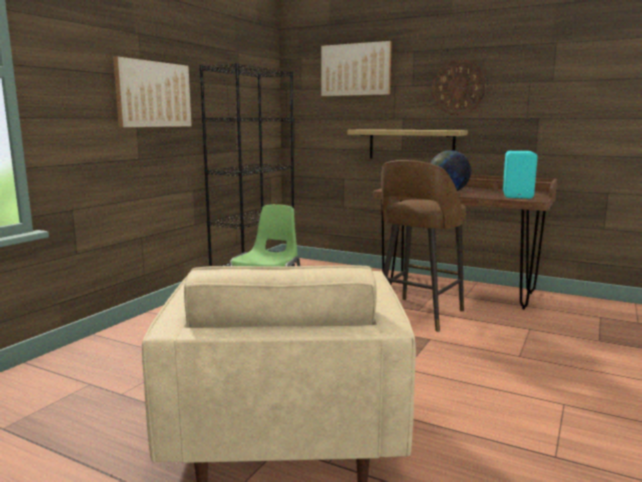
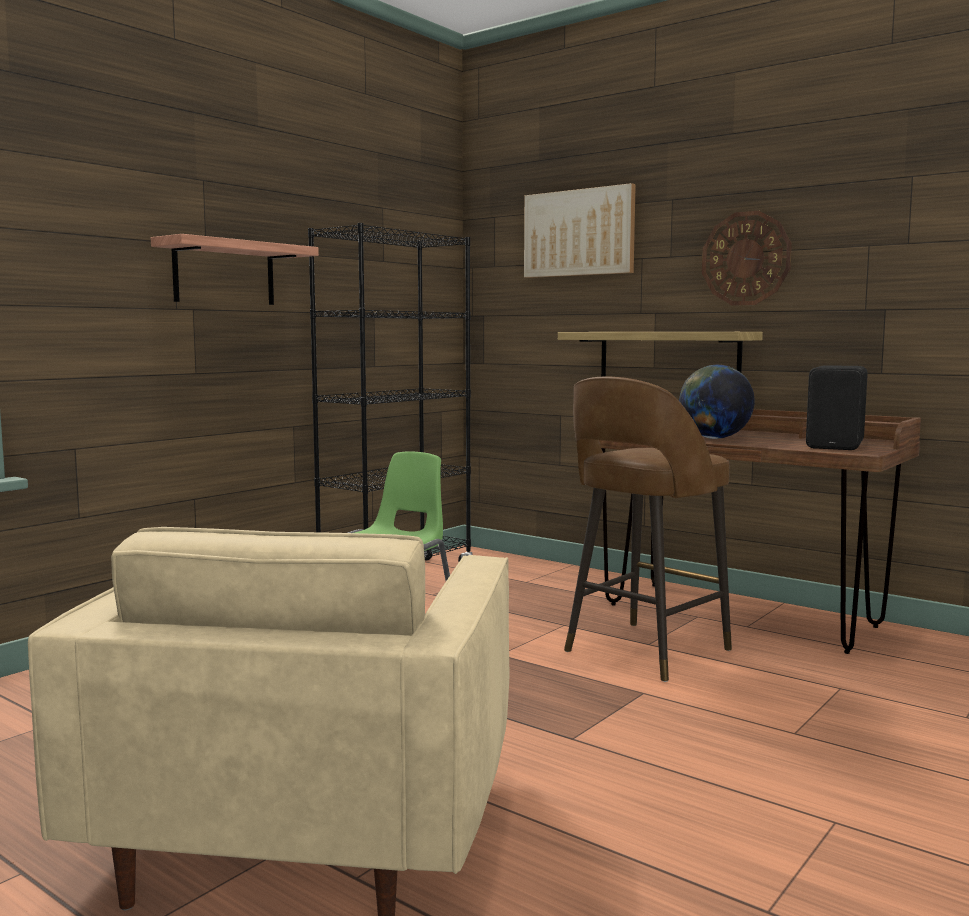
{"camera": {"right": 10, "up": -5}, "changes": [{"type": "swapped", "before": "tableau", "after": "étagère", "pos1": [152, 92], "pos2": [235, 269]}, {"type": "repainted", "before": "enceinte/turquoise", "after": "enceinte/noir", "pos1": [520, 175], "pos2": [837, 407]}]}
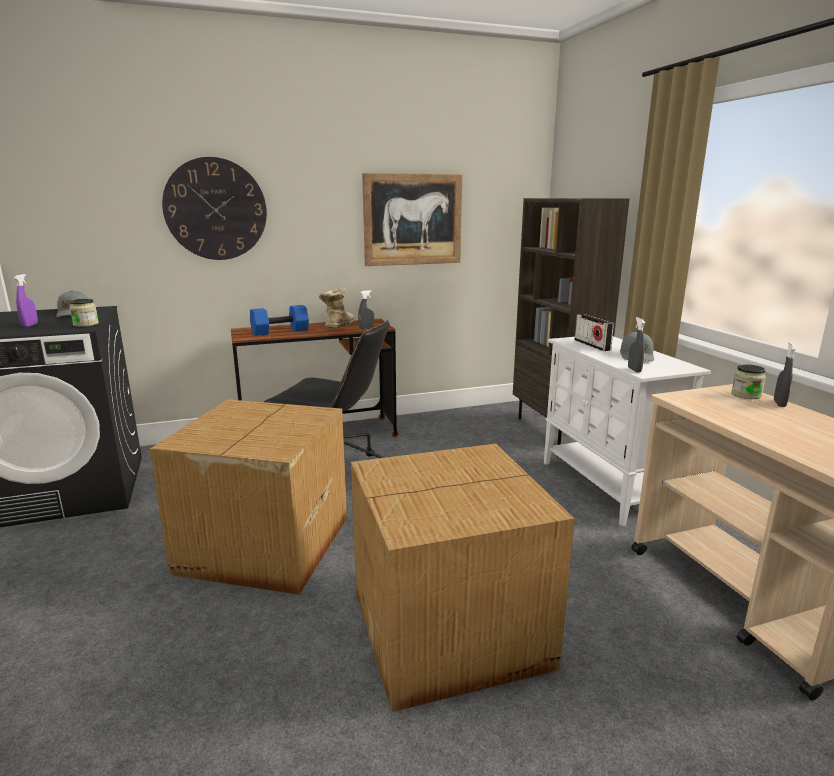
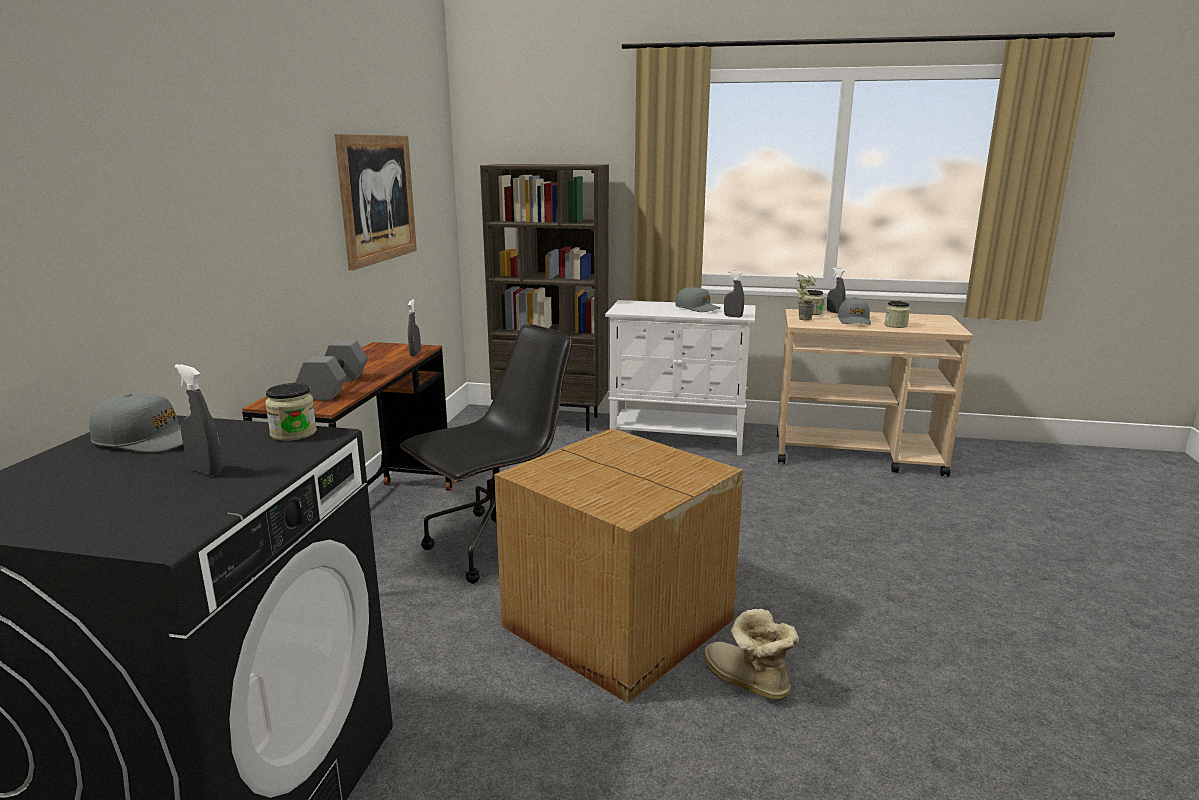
{"camera": {"right": -60, "up": 0}, "changes": [{"type": "gone", "before": "horloge murale", "pos1": [214, 208]}, {"type": "repainted", "before": "vaporisateur/violet", "after": "vaporisateur/gris", "pos1": [26, 300], "pos2": [198, 420]}, {"type": "shifted", "before": "botte", "pos1": [337, 308], "pos2": [751, 655]}, {"type": "repainted", "before": "haltère/bleu", "after": "haltère/gris", "pos1": [279, 320], "pos2": [332, 370]}, {"type": "gone", "before": "radio", "pos1": [594, 332]}, {"type": "gone", "before": "carton", "pos1": [463, 578]}, {"type": "new", "after": "plante en pot", "pos2": [806, 296]}, {"type": "new", "after": "casquette/gris", "pos2": [854, 311]}, {"type": "new", "after": "bocal", "pos2": [897, 314]}]}
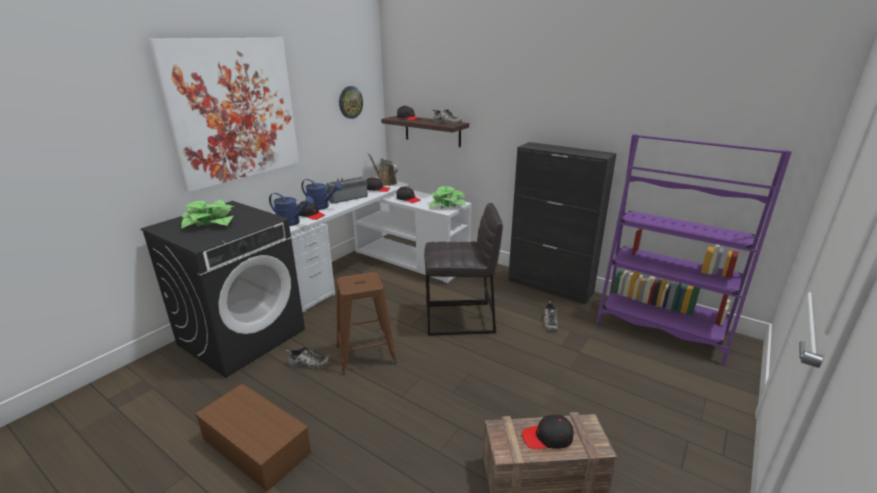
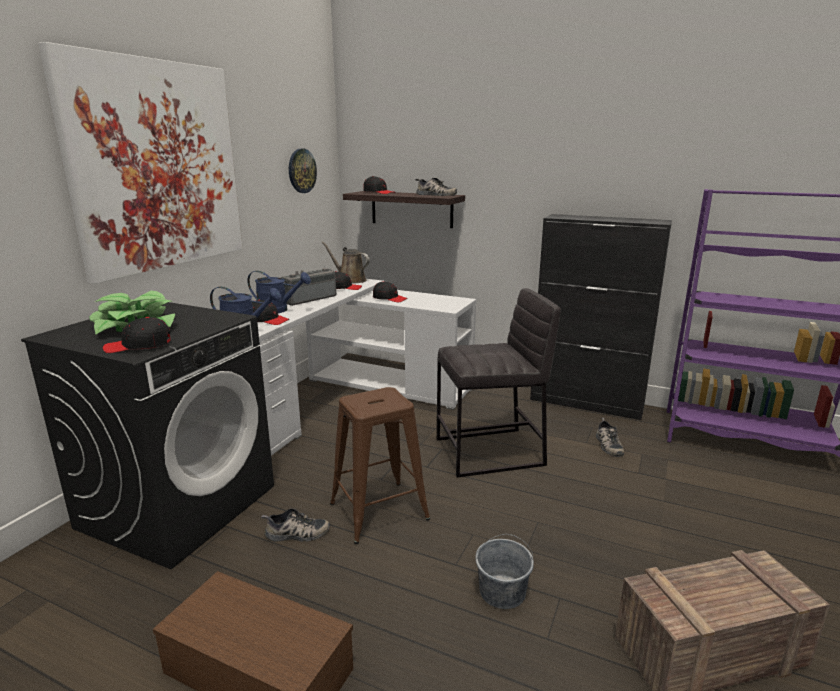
{"camera": {"right": -10, "up": -5}, "changes": [{"type": "gone", "before": "plante en pot", "pos1": [447, 197]}, {"type": "shifted", "before": "casquette/noir", "pos1": [548, 431], "pos2": [137, 335]}, {"type": "new", "after": "seau/gris", "pos2": [504, 571]}]}
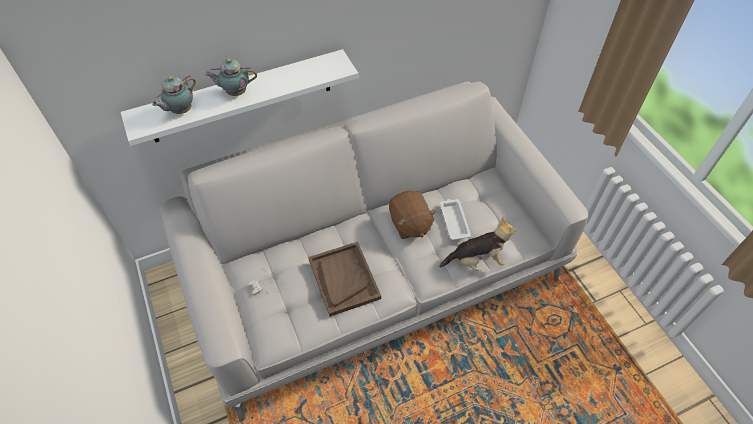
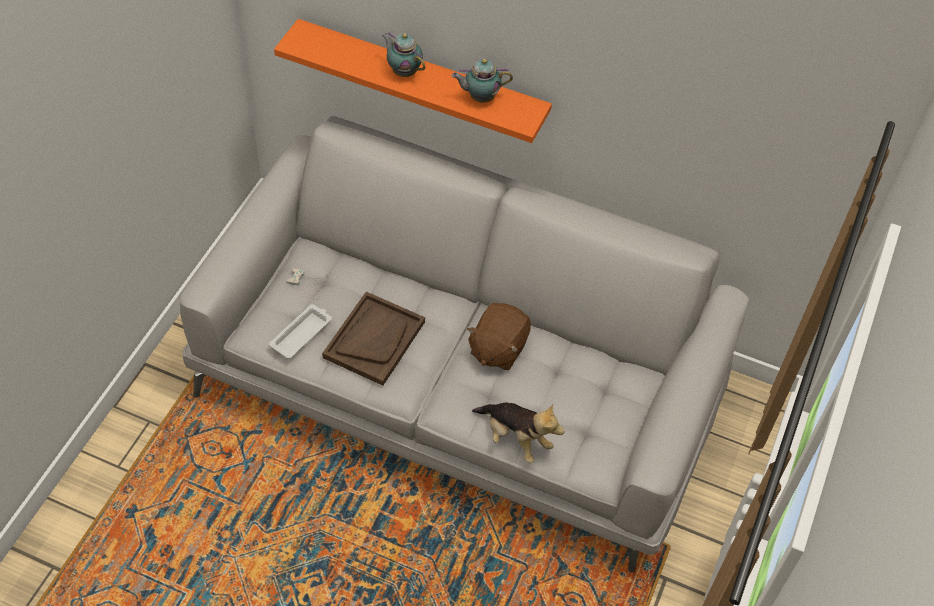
{"camera": {"right": 45, "up": 0}, "changes": [{"type": "repainted", "before": "étagère/blanc", "after": "étagère/orange", "pos1": [239, 97], "pos2": [413, 81]}, {"type": "shifted", "before": "théière", "pos1": [174, 94], "pos2": [482, 81]}, {"type": "shifted", "before": "plateau/blanc", "pos1": [455, 219], "pos2": [300, 331]}]}
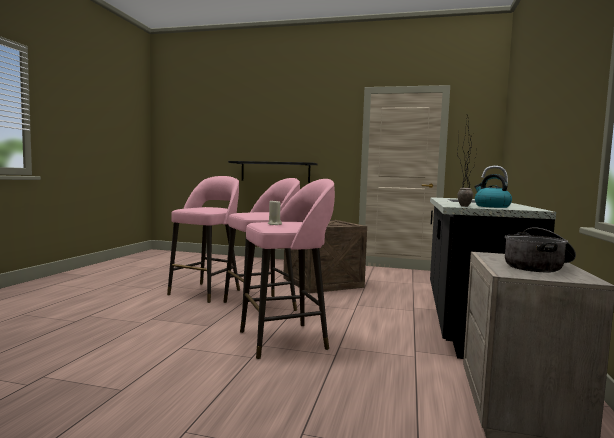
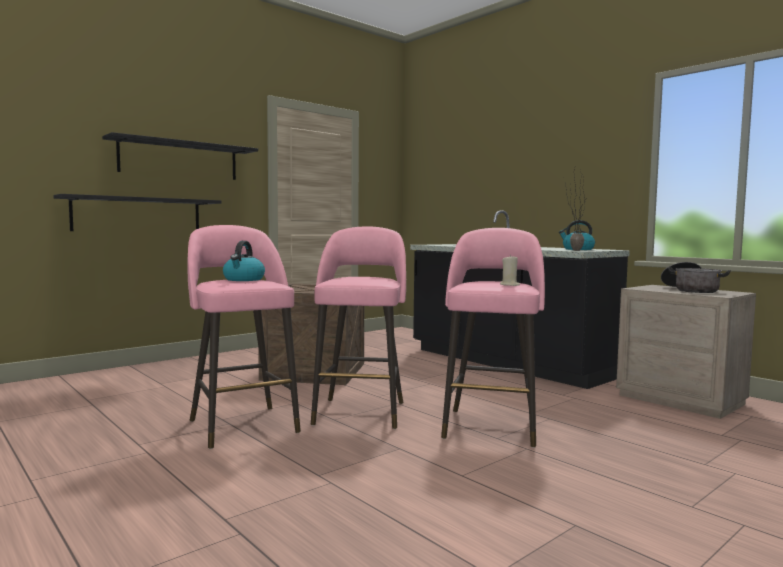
{"camera": {"right": -55, "up": 0}, "changes": [{"type": "new", "after": "étagère/noir", "pos2": [180, 156]}, {"type": "new", "after": "bouilloire", "pos2": [244, 261]}]}
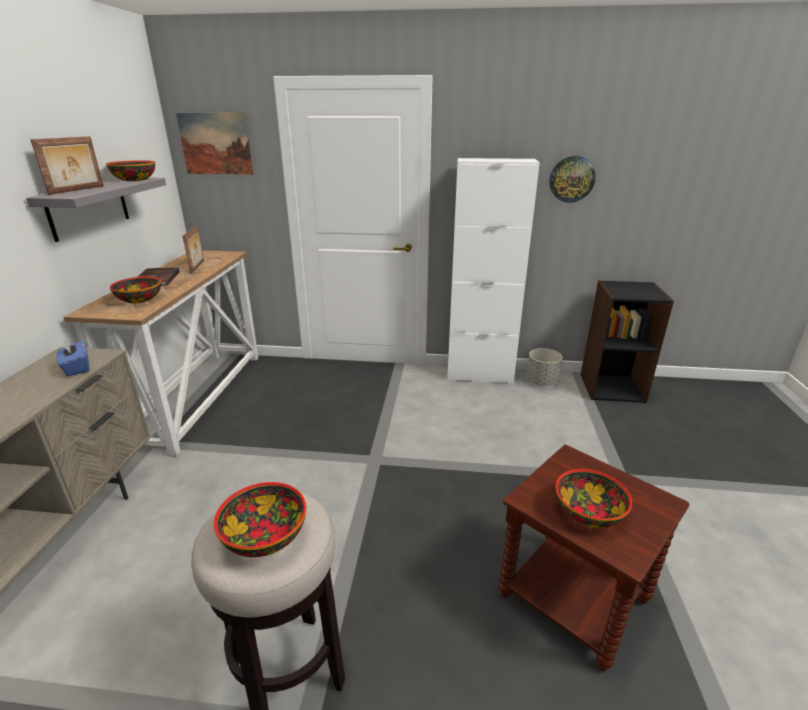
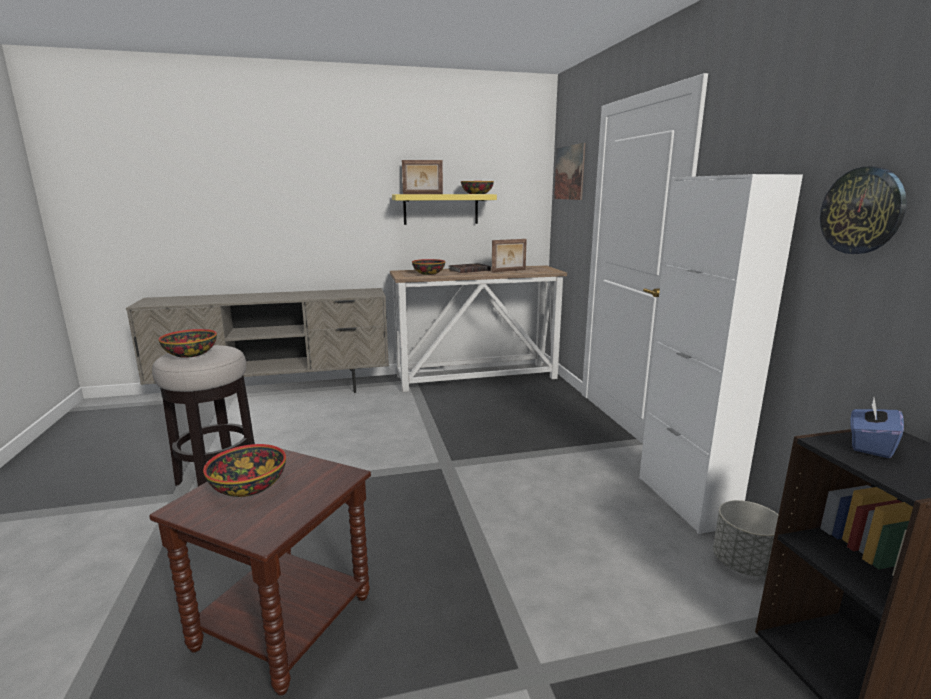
{"camera": {"right": 70, "up": -10}, "changes": [{"type": "repainted", "before": "étagère/gris", "after": "étagère/jaune", "pos1": [96, 210], "pos2": [444, 209]}, {"type": "shifted", "before": "boîte à mouchoirs/bleu", "pos1": [73, 357], "pos2": [877, 428]}]}
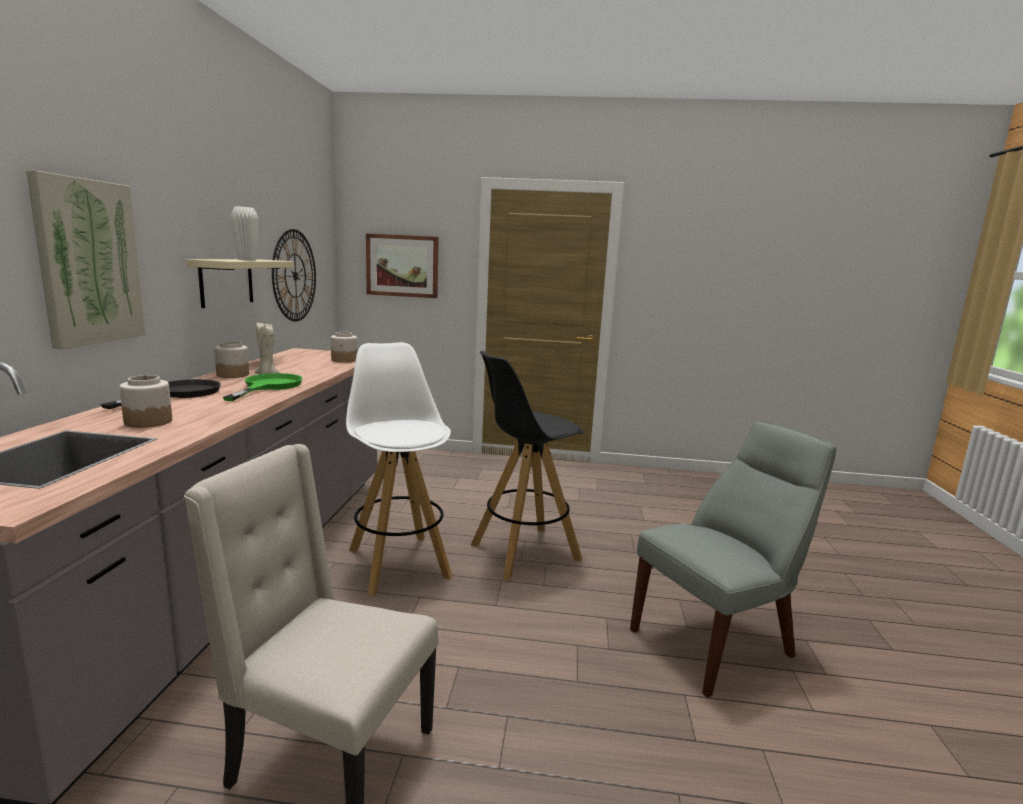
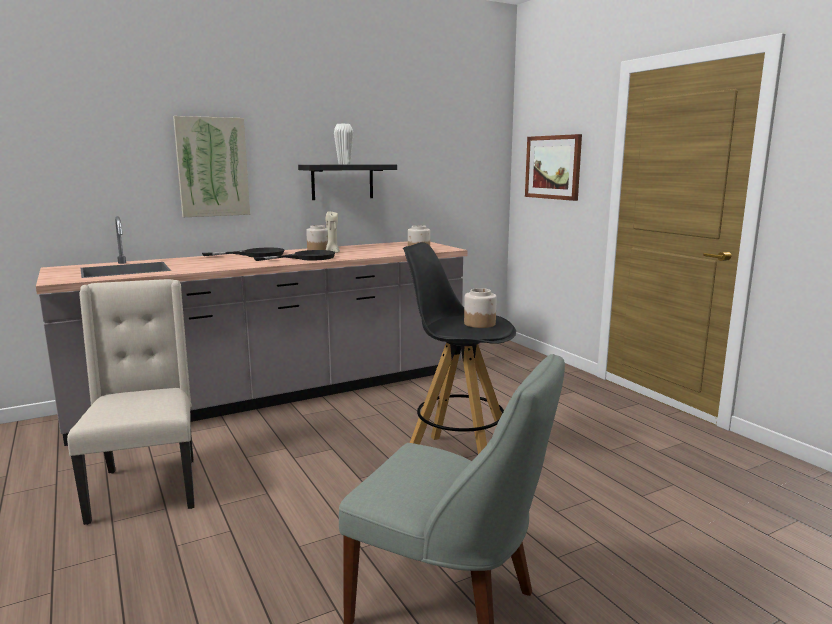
{"camera": {"right": 55, "up": 0}, "changes": [{"type": "gone", "before": "horloge murale", "pos1": [294, 275]}, {"type": "repainted", "before": "étagère/beige", "after": "étagère/noir", "pos1": [240, 283], "pos2": [347, 182]}, {"type": "gone", "before": "tabouret/blanc", "pos1": [399, 469]}, {"type": "repainted", "before": "poêle/vert", "after": "poêle/noir", "pos1": [262, 387], "pos2": [294, 255]}, {"type": "shifted", "before": "bocal", "pos1": [145, 401], "pos2": [480, 308]}]}
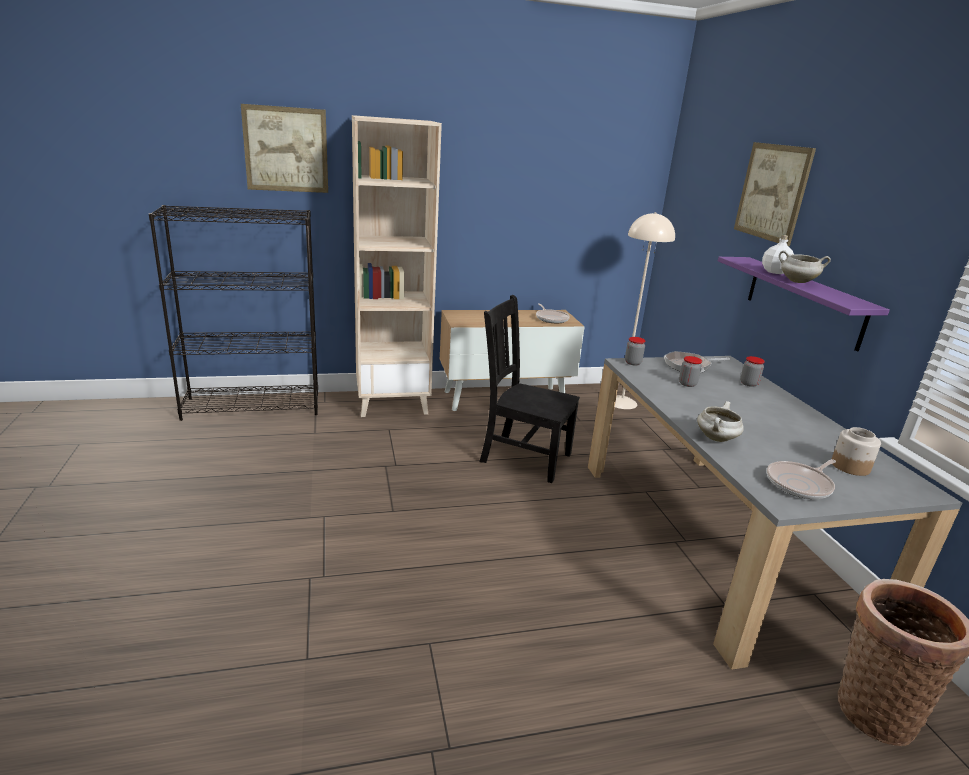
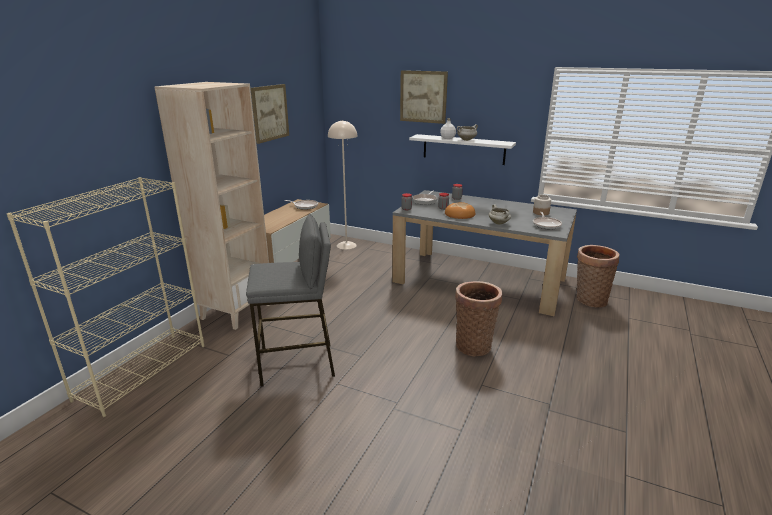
{"camera": {"right": -50, "up": 0}, "changes": [{"type": "shifted", "before": "tableau", "pos1": [284, 148], "pos2": [270, 114]}, {"type": "repainted", "before": "bibliothèque/noir", "after": "bibliothèque/beige", "pos1": [233, 313], "pos2": [105, 297]}, {"type": "repainted", "before": "étagère/violet", "after": "étagère/blanc", "pos1": [804, 304], "pos2": [462, 149]}, {"type": "gone", "before": "chaise/noir", "pos1": [529, 389]}, {"type": "new", "after": "pain", "pos2": [460, 210]}, {"type": "new", "after": "tabouret/gris", "pos2": [290, 300]}, {"type": "new", "after": "panier", "pos2": [478, 318]}]}
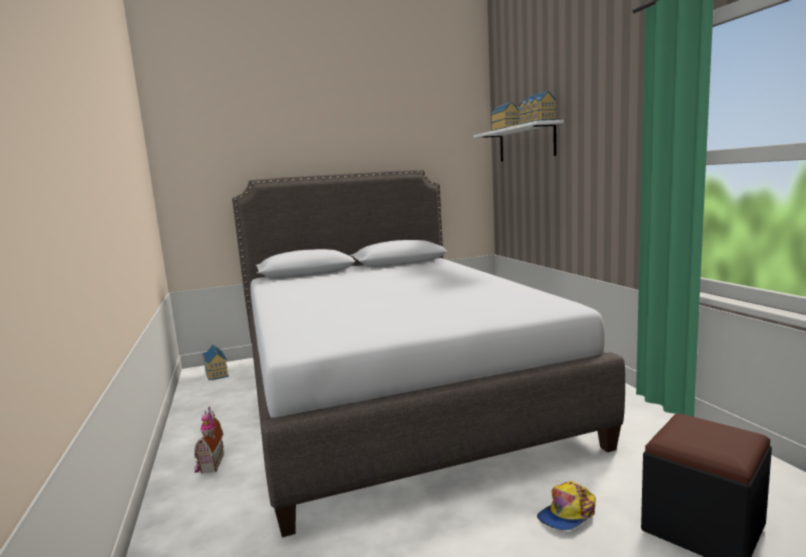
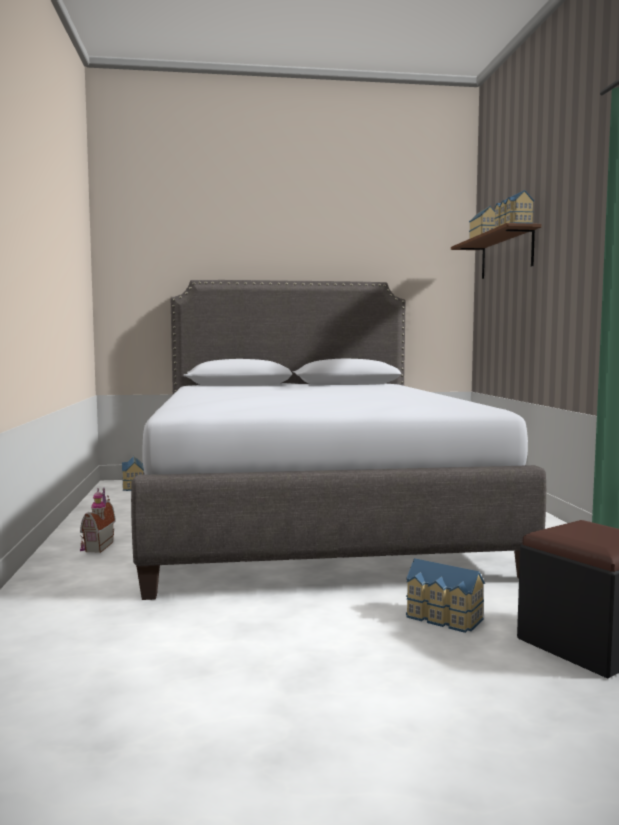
{"camera": {"right": 10, "up": -5}, "changes": [{"type": "repainted", "before": "étagère/blanc", "after": "étagère/marron", "pos1": [518, 141], "pos2": [496, 251]}, {"type": "swapped", "before": "casquette", "after": "maison miniature", "pos1": [566, 505], "pos2": [445, 595]}]}
